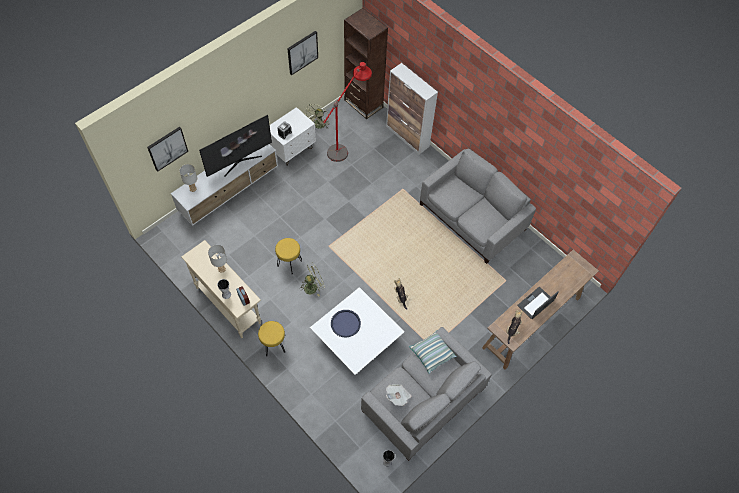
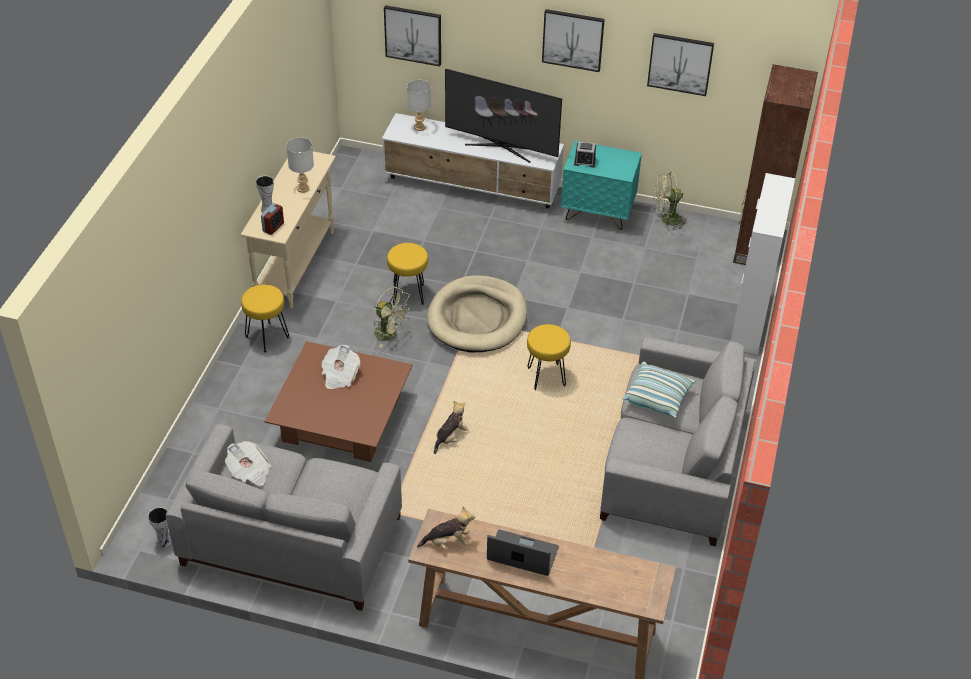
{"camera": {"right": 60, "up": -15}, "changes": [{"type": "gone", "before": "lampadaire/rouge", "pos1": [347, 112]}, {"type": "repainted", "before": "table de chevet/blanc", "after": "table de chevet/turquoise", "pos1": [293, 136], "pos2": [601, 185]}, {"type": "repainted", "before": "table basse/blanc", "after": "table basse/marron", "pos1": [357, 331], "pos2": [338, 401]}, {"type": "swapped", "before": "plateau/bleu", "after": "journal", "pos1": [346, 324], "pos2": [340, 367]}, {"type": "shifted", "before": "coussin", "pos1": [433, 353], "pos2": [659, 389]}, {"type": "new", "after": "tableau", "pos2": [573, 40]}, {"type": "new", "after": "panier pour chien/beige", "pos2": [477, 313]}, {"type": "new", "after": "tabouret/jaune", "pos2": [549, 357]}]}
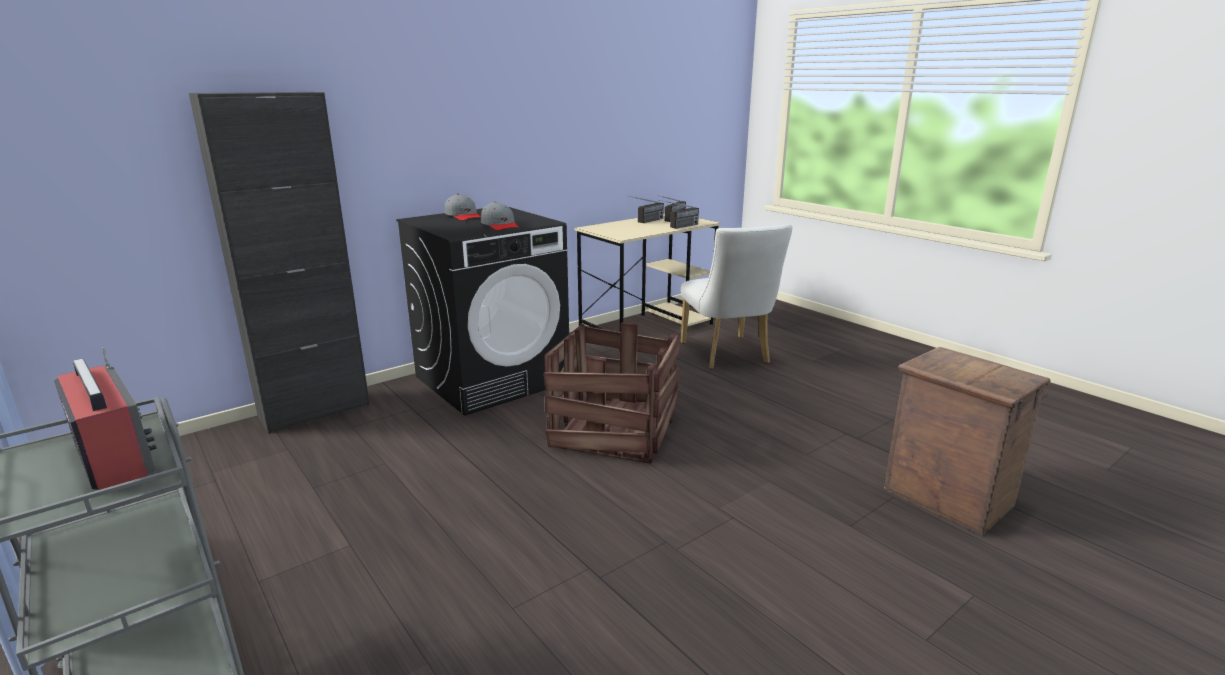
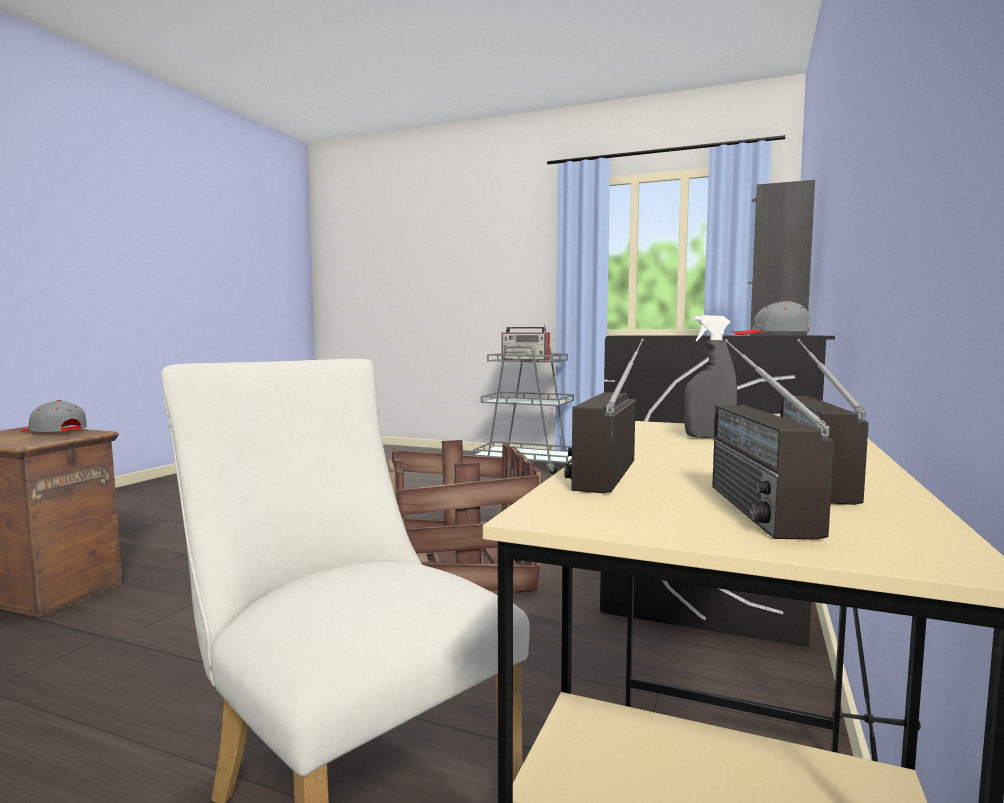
{"camera": {"right": 150, "up": -15}, "changes": [{"type": "shifted", "before": "casquette/gris", "pos1": [500, 216], "pos2": [54, 416]}, {"type": "new", "after": "vaporisateur/gris", "pos2": [710, 376]}]}
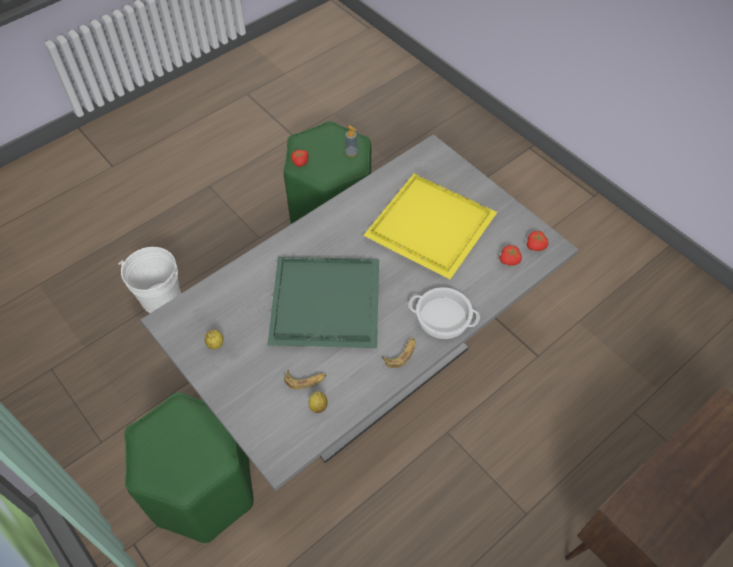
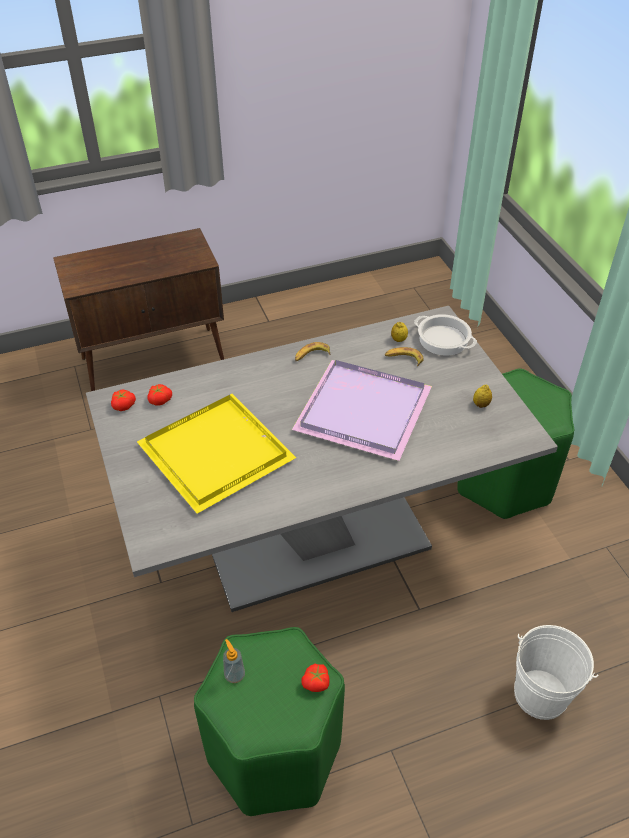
{"camera": {"right": -160, "up": -10}, "changes": [{"type": "repainted", "before": "plateau/vert", "after": "plateau/violet", "pos1": [323, 302], "pos2": [362, 410]}, {"type": "shifted", "before": "marmite", "pos1": [444, 313], "pos2": [445, 335]}]}
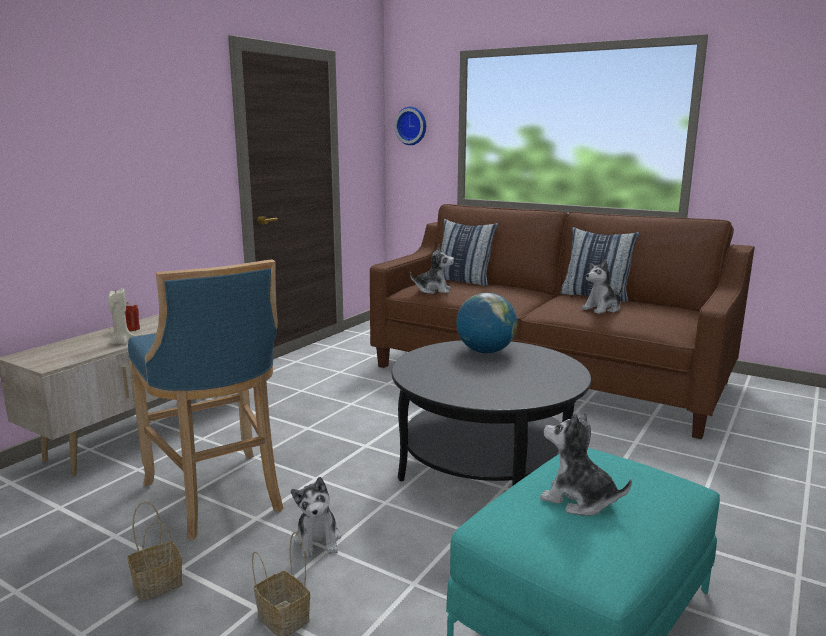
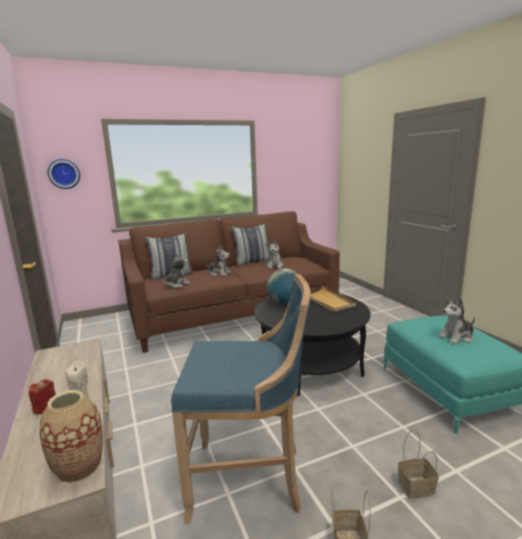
{"camera": {"right": -55, "up": 0}, "changes": [{"type": "shifted", "before": "peluche", "pos1": [316, 517], "pos2": [218, 260]}, {"type": "new", "after": "plateau/beige", "pos2": [333, 299]}, {"type": "new", "after": "vase", "pos2": [71, 436]}]}
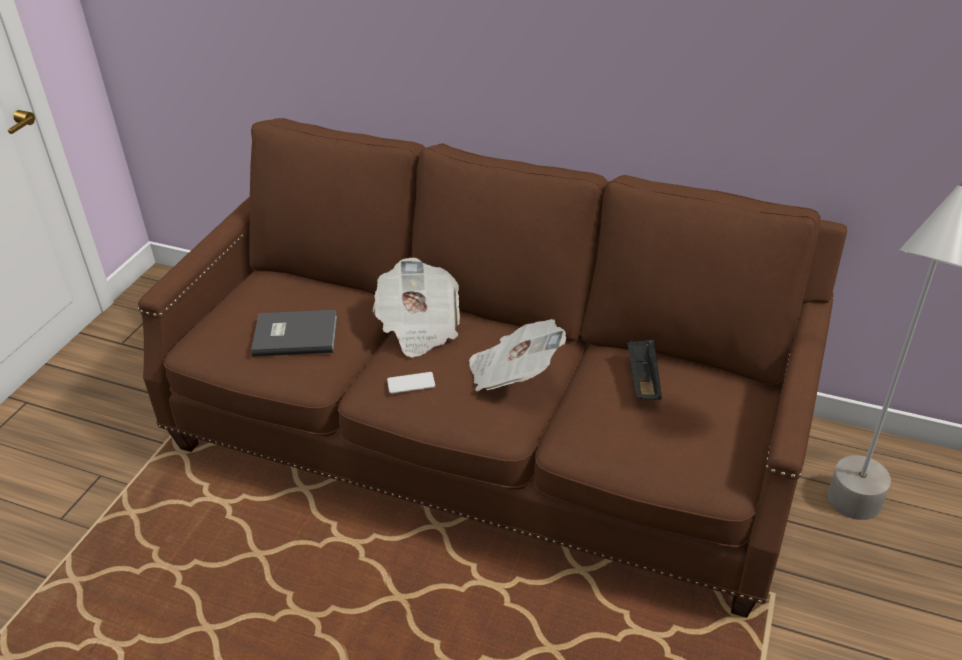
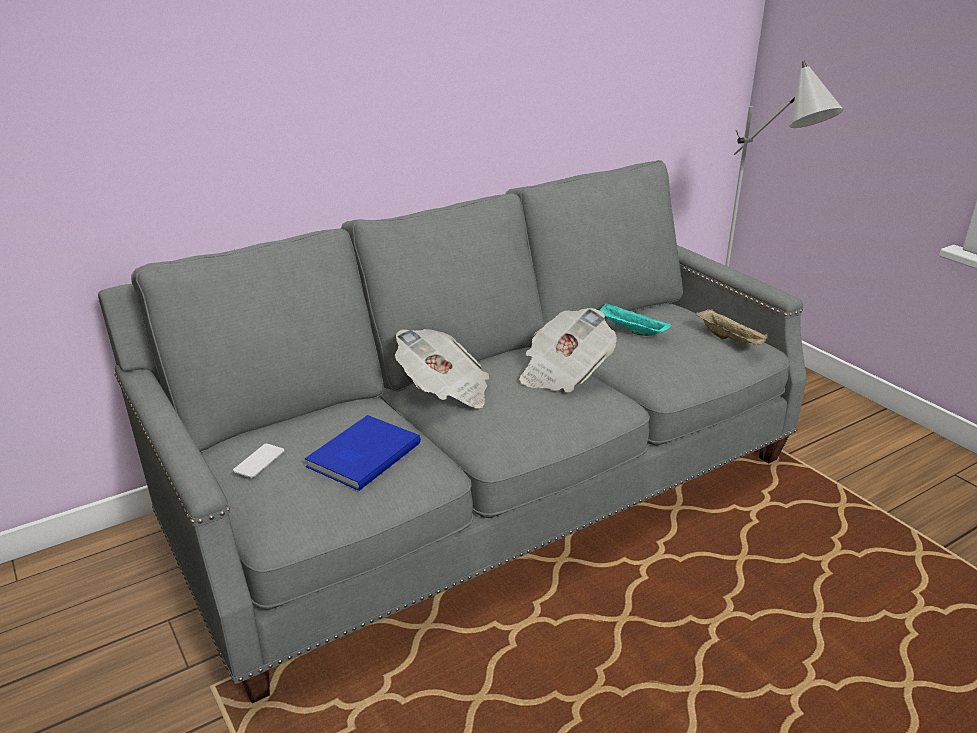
{"camera": {"right": -55, "up": -10}, "changes": [{"type": "repainted", "before": "canapé/marron", "after": "canapé/gris", "pos1": [492, 368], "pos2": [452, 431]}, {"type": "repainted", "before": "livre/gris", "after": "livre/bleu", "pos1": [294, 333], "pos2": [363, 453]}, {"type": "repainted", "before": "plateau/noir", "after": "plateau/turquoise", "pos1": [644, 369], "pos2": [636, 319]}, {"type": "shifted", "before": "téléphone", "pos1": [411, 383], "pos2": [259, 460]}, {"type": "new", "after": "plateau/beige", "pos2": [732, 327]}]}
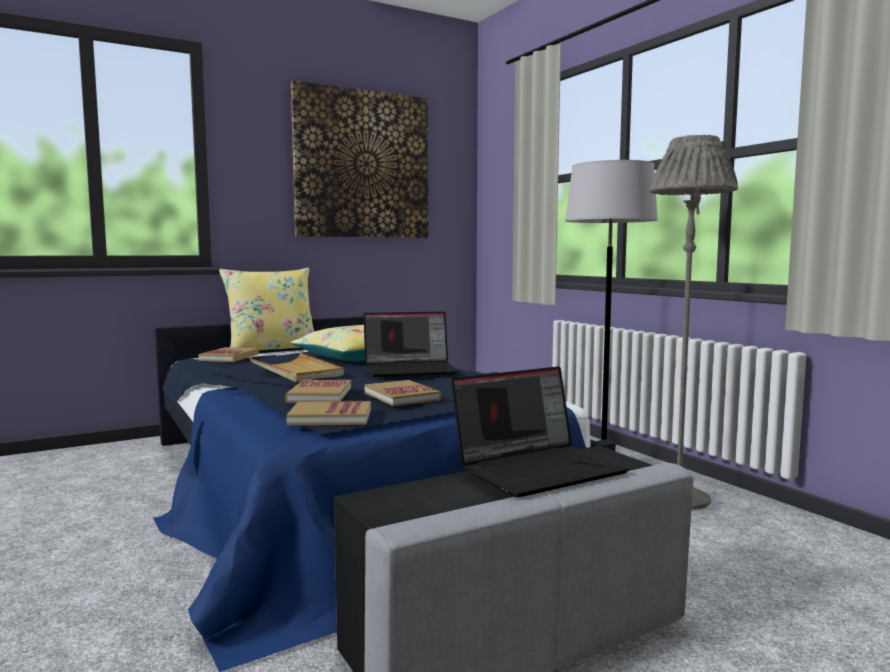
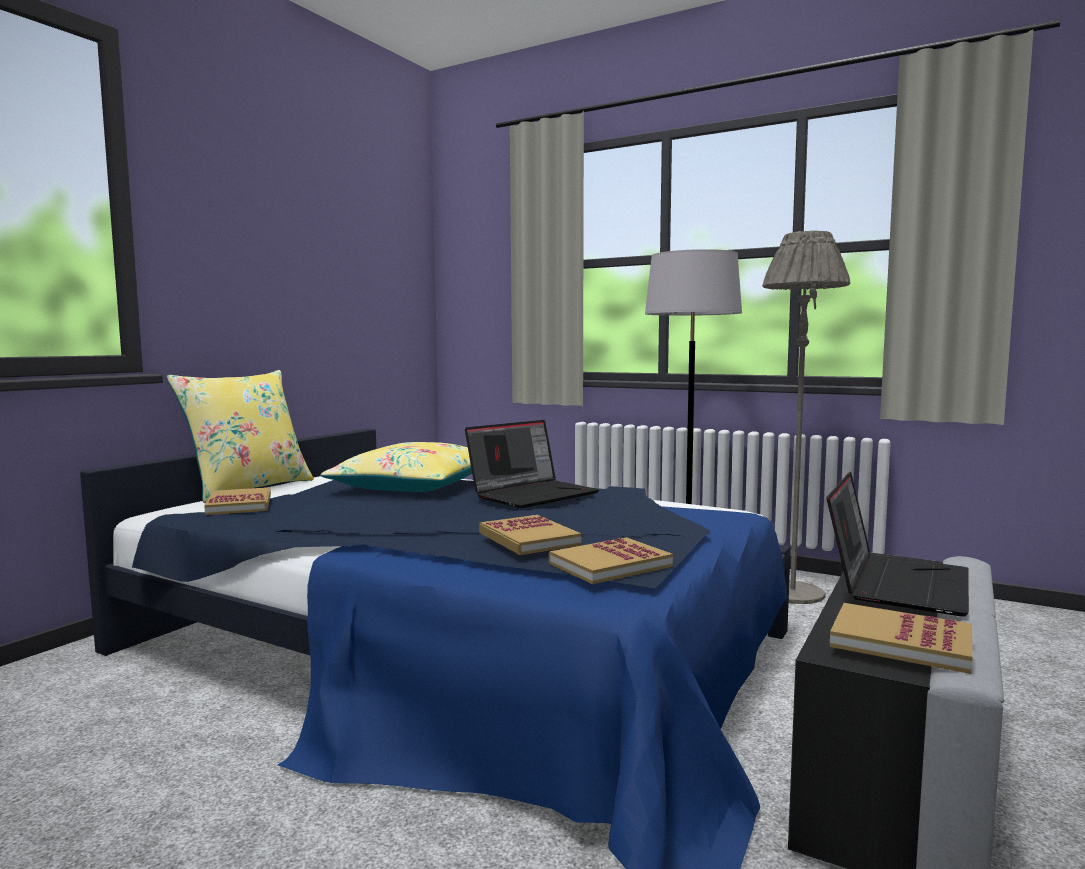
{"camera": {"right": -30, "up": 0}, "changes": [{"type": "gone", "before": "tableau", "pos1": [359, 159]}, {"type": "gone", "before": "plateau/beige", "pos1": [297, 367]}, {"type": "shifted", "before": "livre", "pos1": [403, 393], "pos2": [901, 638]}]}
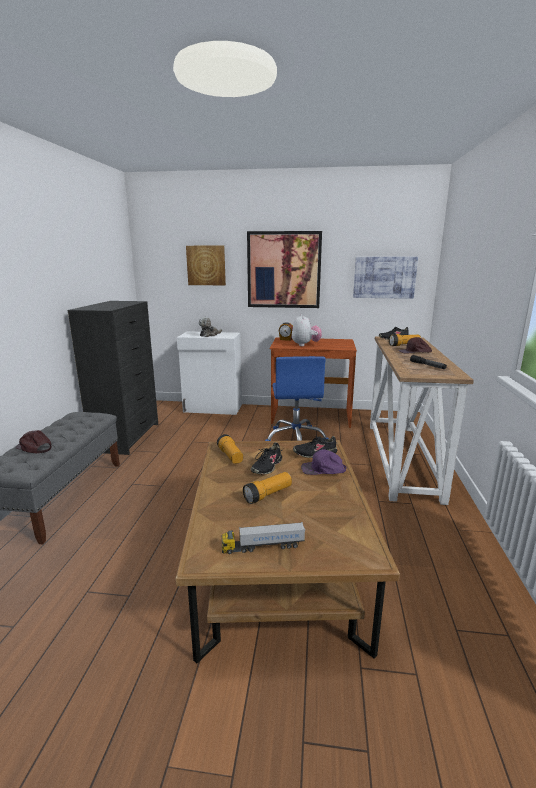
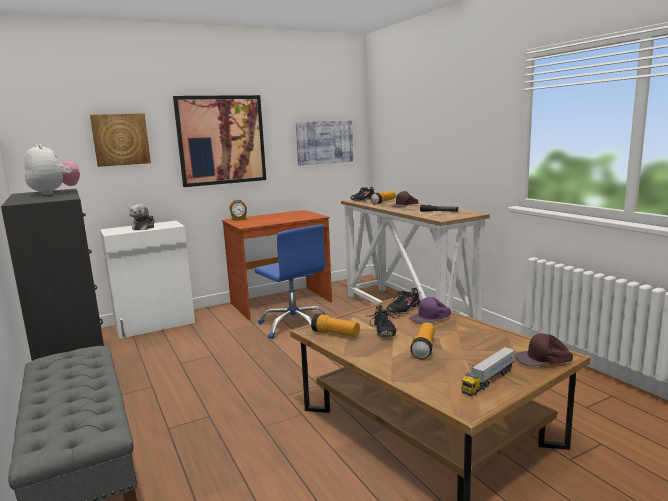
{"camera": {"right": -35, "up": -5}, "changes": [{"type": "shifted", "before": "peluche", "pos1": [307, 330], "pos2": [52, 169]}, {"type": "shifted", "before": "casquette/marron", "pos1": [33, 442], "pos2": [544, 350]}]}
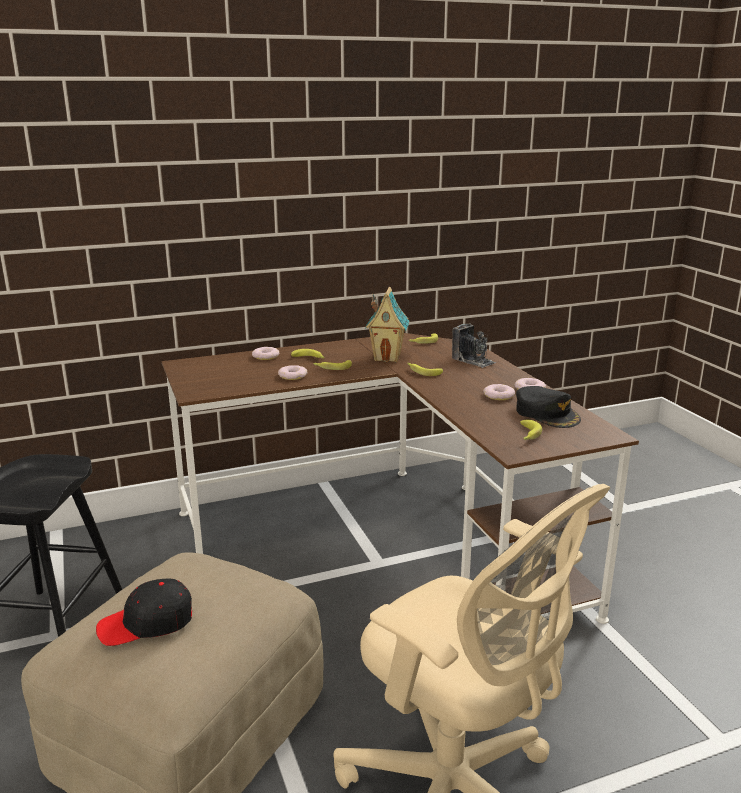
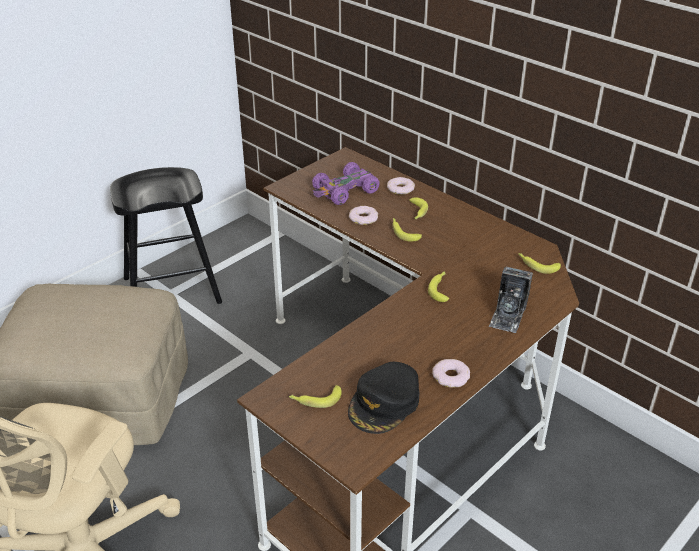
{"camera": {"right": 65, "up": 15}, "changes": [{"type": "gone", "before": "maison miniature", "pos1": [387, 324]}, {"type": "gone", "before": "beignet", "pos1": [499, 392]}, {"type": "gone", "before": "casquette/noir", "pos1": [144, 612]}, {"type": "new", "after": "petite voiture/violet", "pos2": [346, 183]}]}
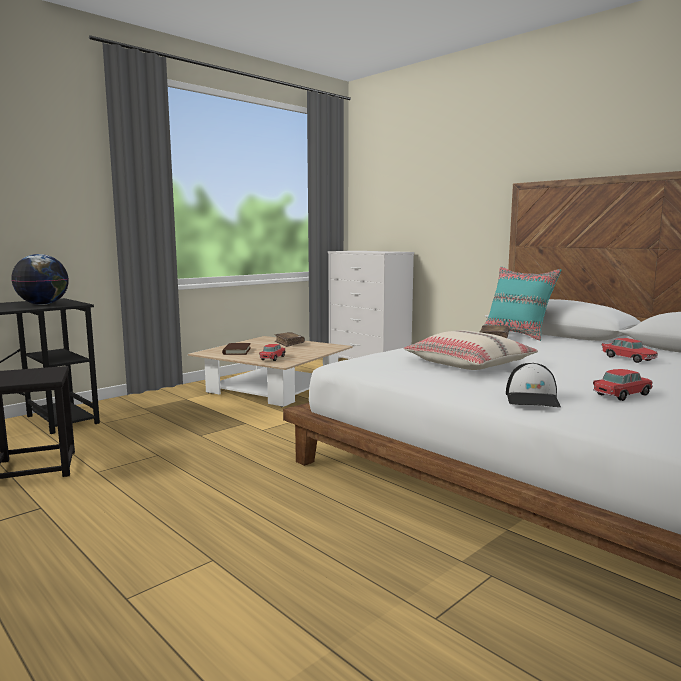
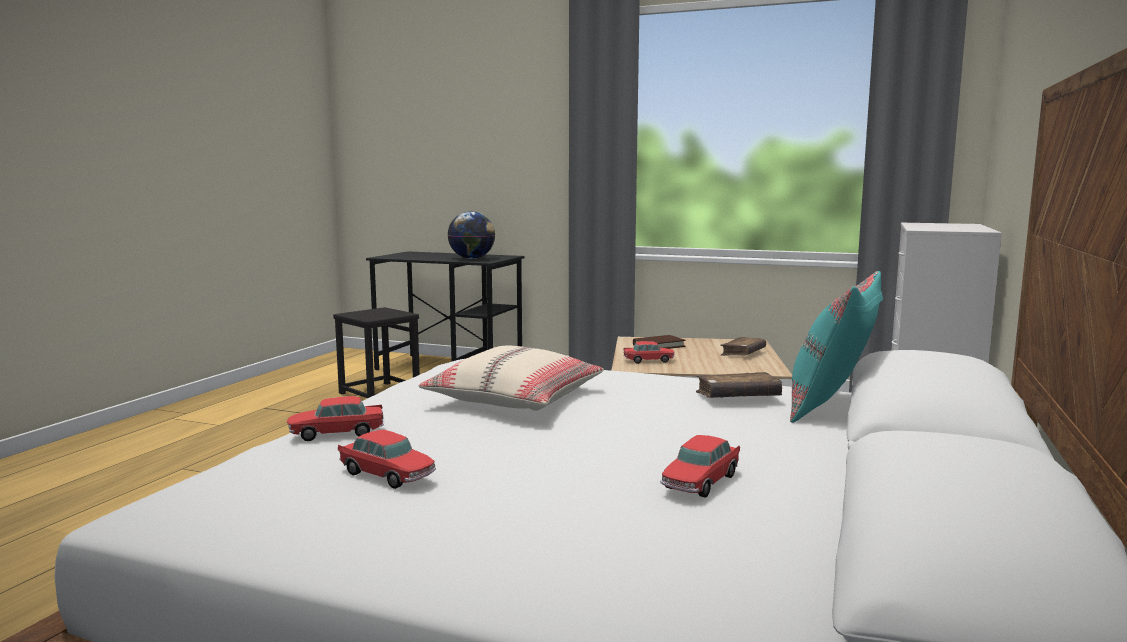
{"camera": {"right": 65, "up": 0}, "changes": [{"type": "swapped", "before": "casquette", "after": "petite voiture", "pos1": [533, 385], "pos2": [335, 418]}]}
